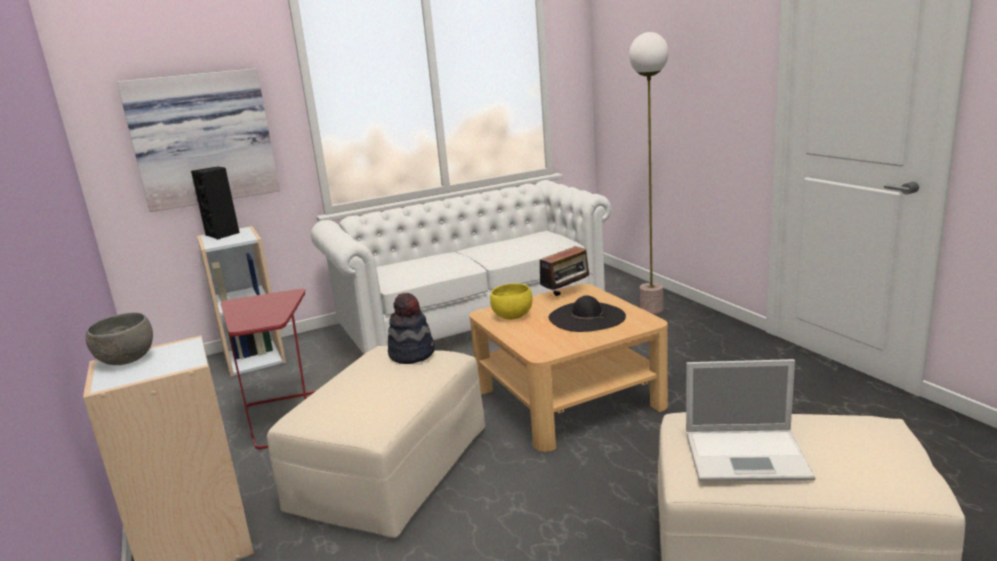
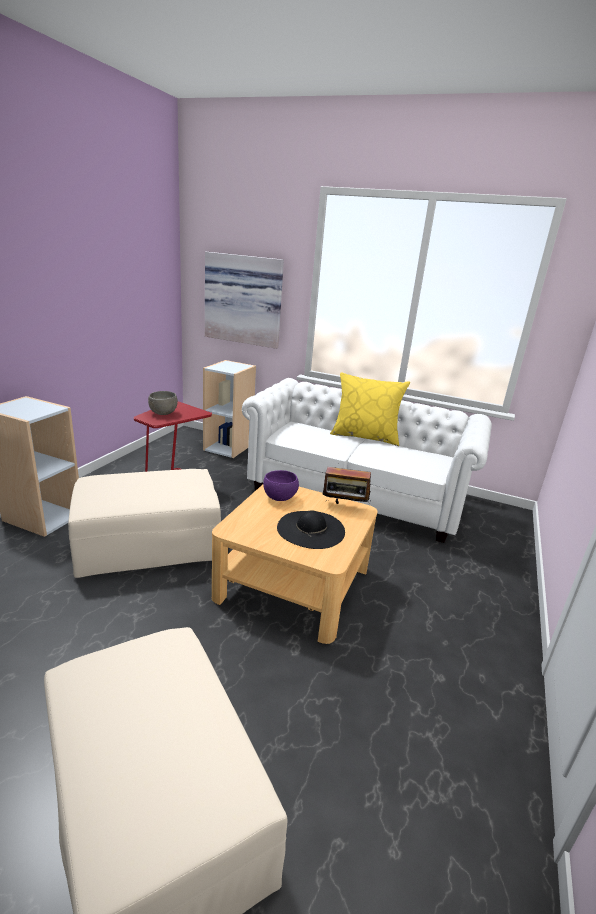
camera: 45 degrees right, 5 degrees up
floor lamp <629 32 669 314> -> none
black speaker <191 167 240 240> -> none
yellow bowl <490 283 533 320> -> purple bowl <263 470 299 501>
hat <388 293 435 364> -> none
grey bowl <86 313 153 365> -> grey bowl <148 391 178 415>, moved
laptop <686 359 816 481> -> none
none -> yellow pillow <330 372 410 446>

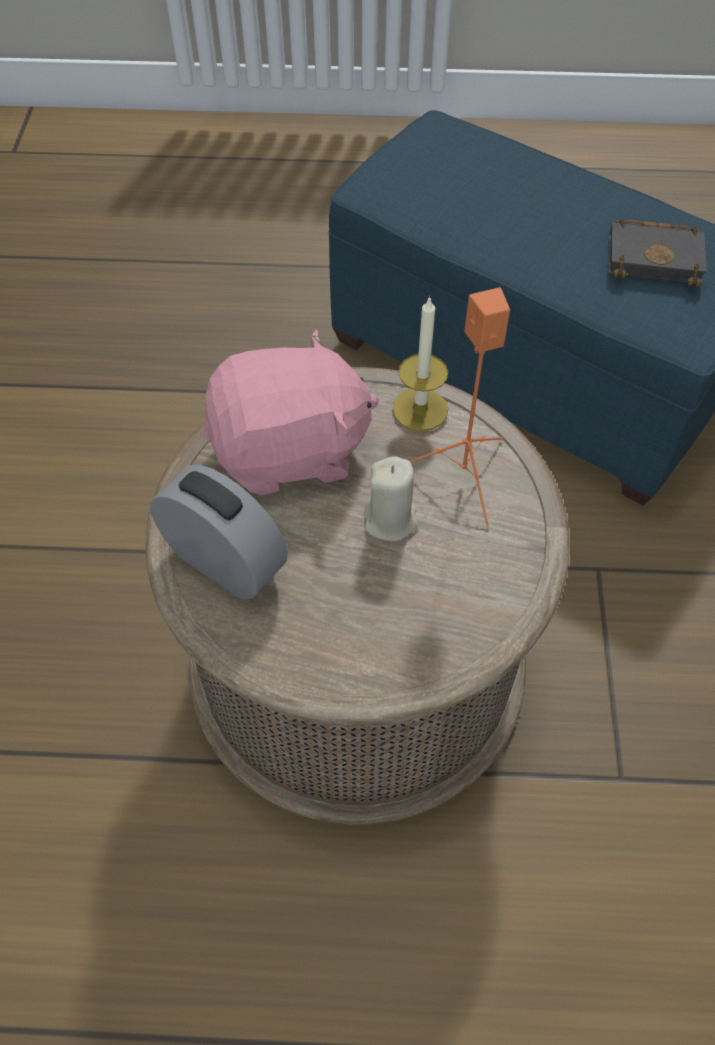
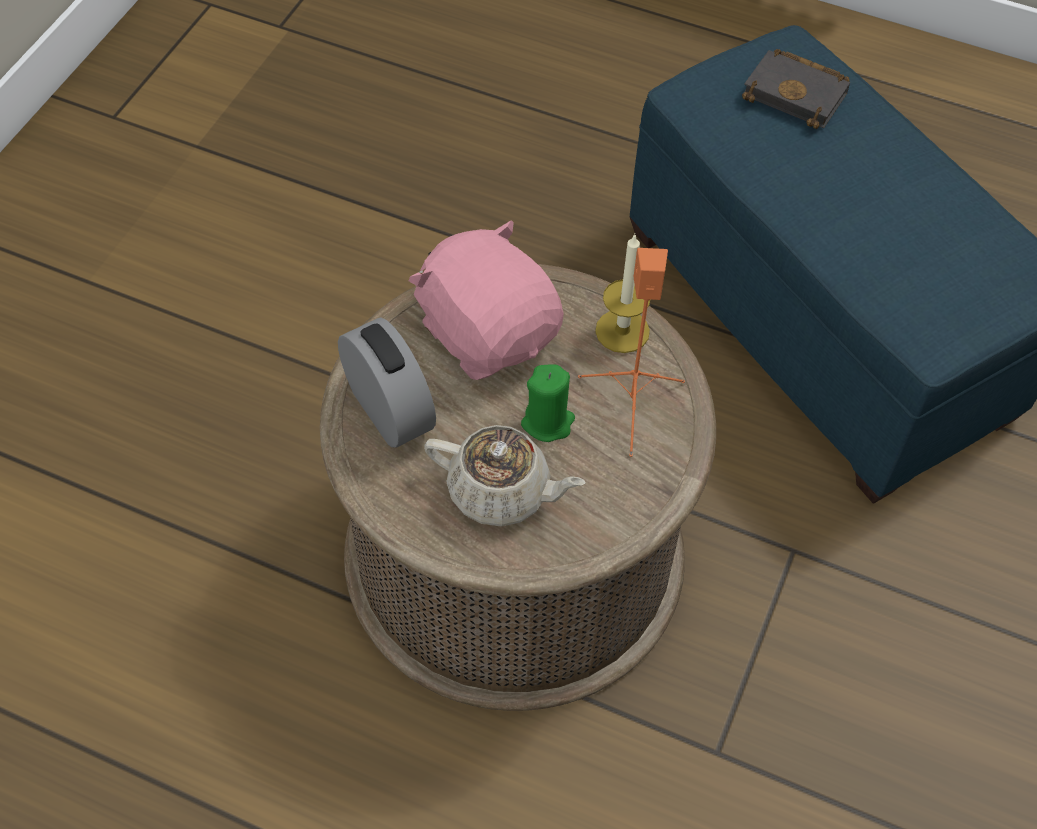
camera: 20 degrees right, 0 degrees up
black book <608 219 707 287> -> black book <742 49 850 129>, moved
pink plush toy <204 329 379 495> -> pink plush toy <408 220 564 380>, 135 degrees counterclockwise
beige candle <364 456 418 541> -> green candle <521 364 575 442>
none -> beige teapot <424 425 586 527>

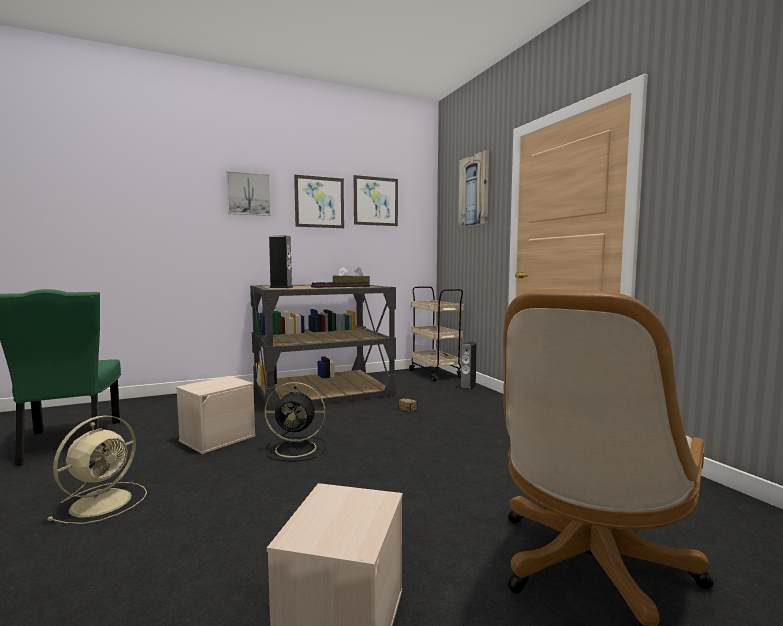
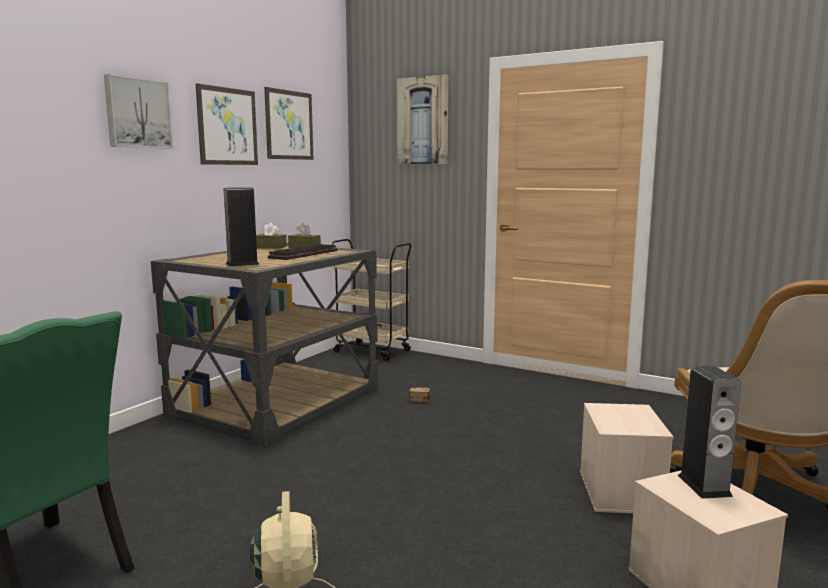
camera: 35 degrees left, 5 degrees up
speaker <459 342 477 391> -> speaker <678 366 741 499>, moved
beige storage box <176 376 256 454> -> beige storage box <580 403 673 513>, moved
black fan <264 382 327 462> -> none

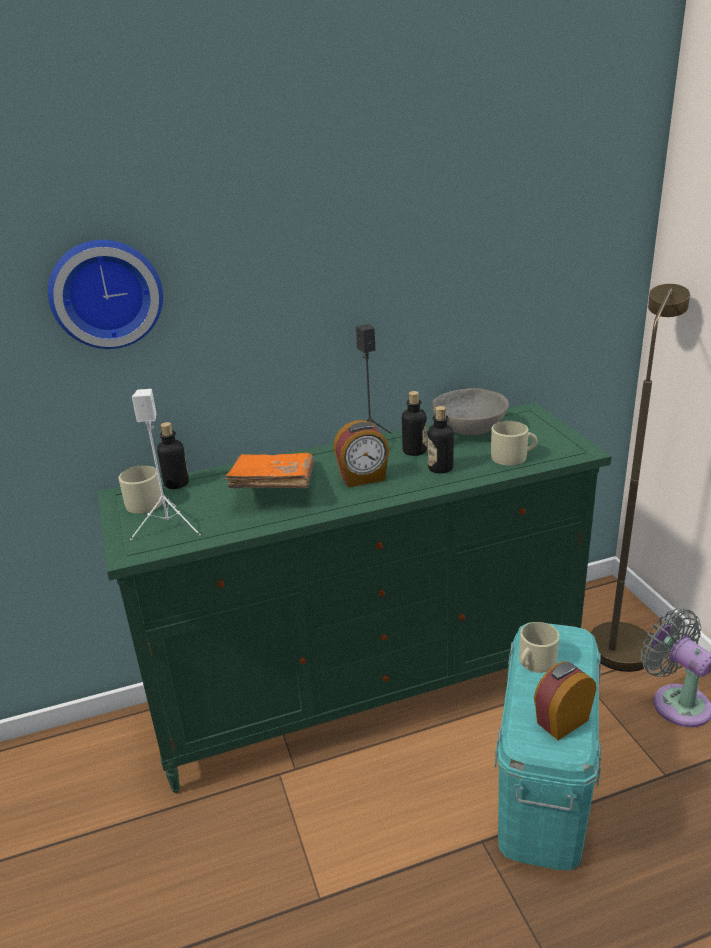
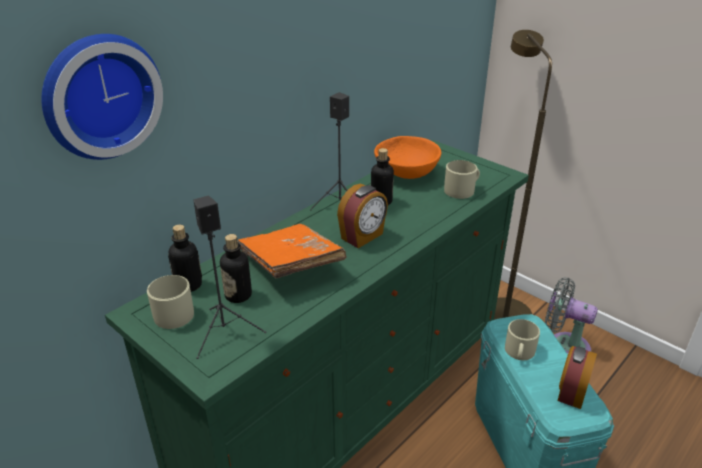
camera: 30 degrees left, 5 degrees up
grey bowl <432 388 509 435> -> orange bowl <374 136 441 179>
white speaker <130 389 201 540> -> black speaker <193 195 266 359>
bottle <427 406 454 473> -> bottle <220 234 252 303>, moved

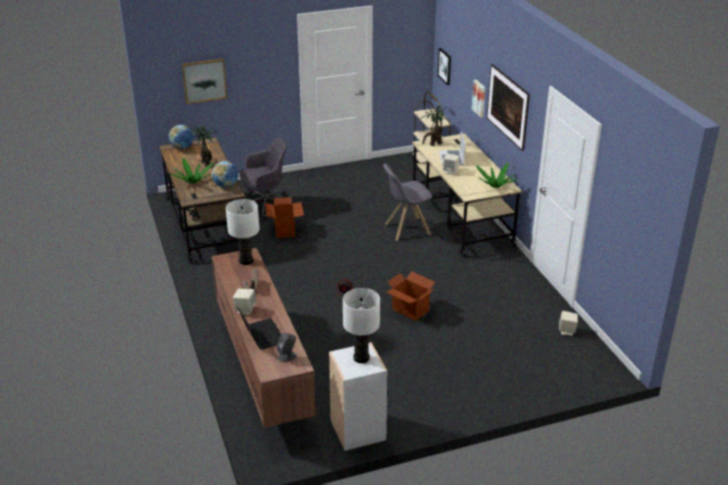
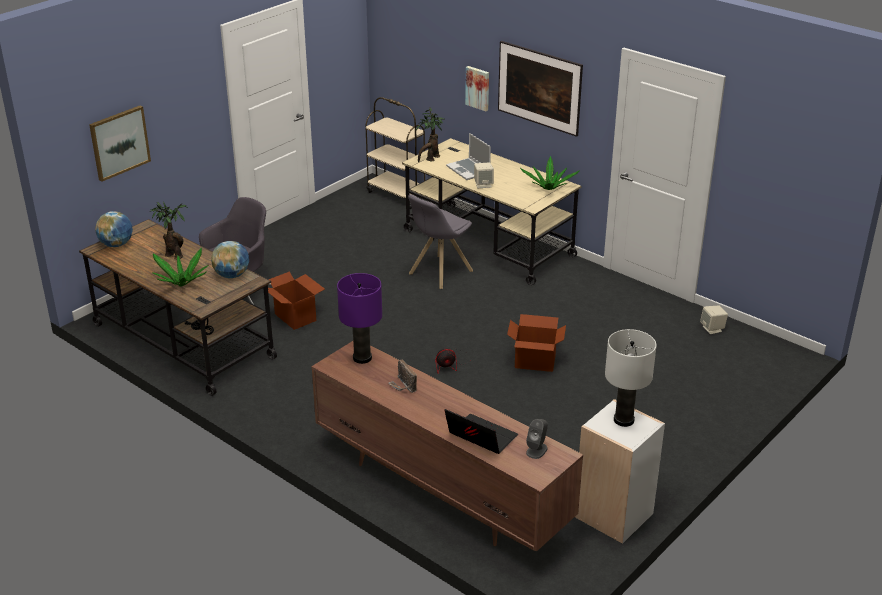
camera: 30 degrees left, 0 degrees up
picture <438 48 451 85> -> none
white table lamp <226 199 259 265> -> purple table lamp <337 273 382 364>
beige speaker <233 289 256 315> -> none

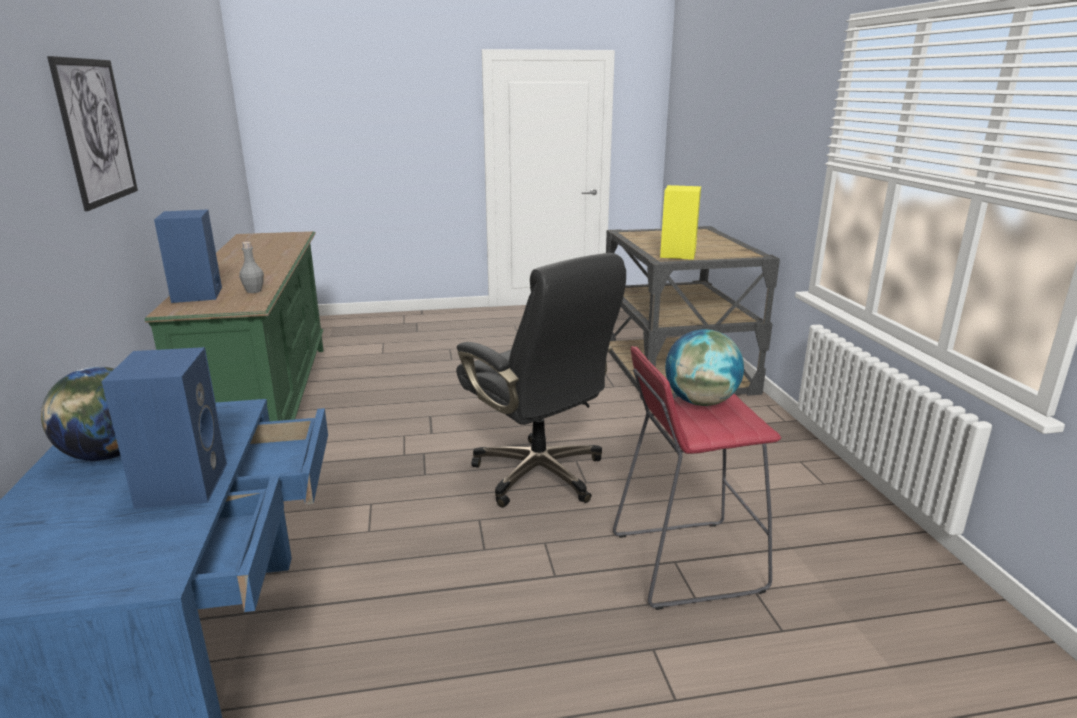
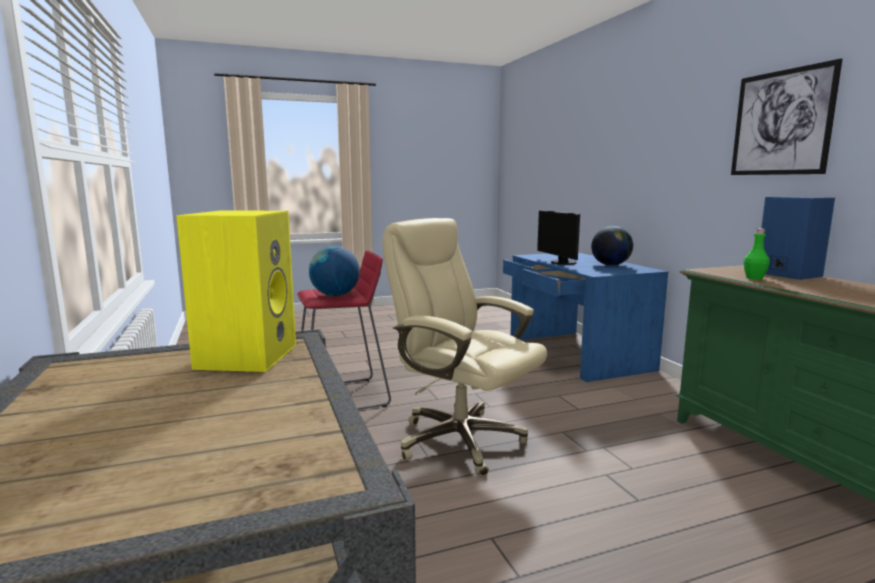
camera: 170 degrees right, 10 degrees down
grey bottle <239 242 264 293> -> green bottle <744 228 770 280>
black office chair <456 253 626 508> -> beige office chair <383 218 547 476>
blue speaker <102 347 227 509> -> monitor <537 210 580 265>

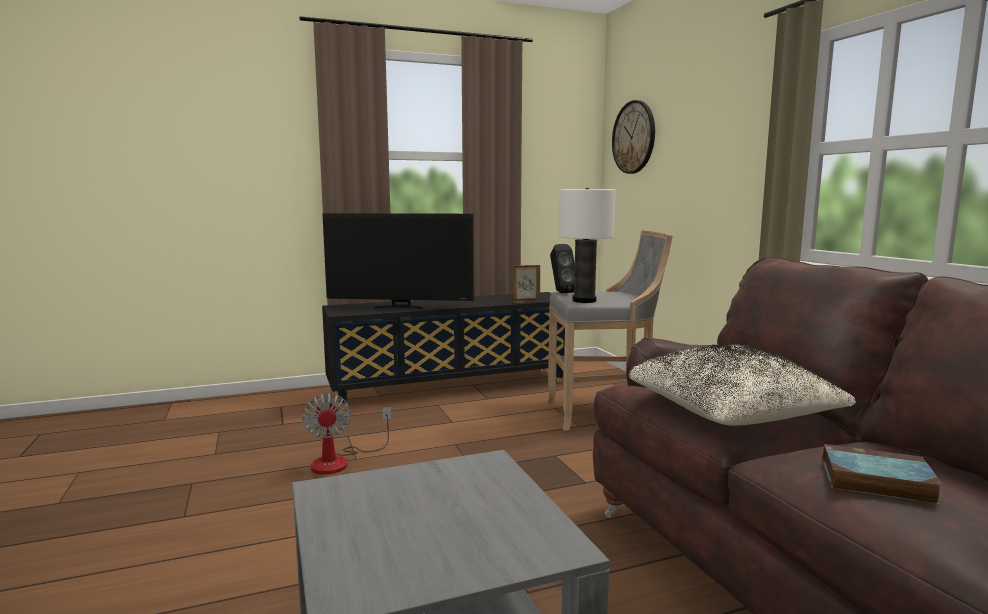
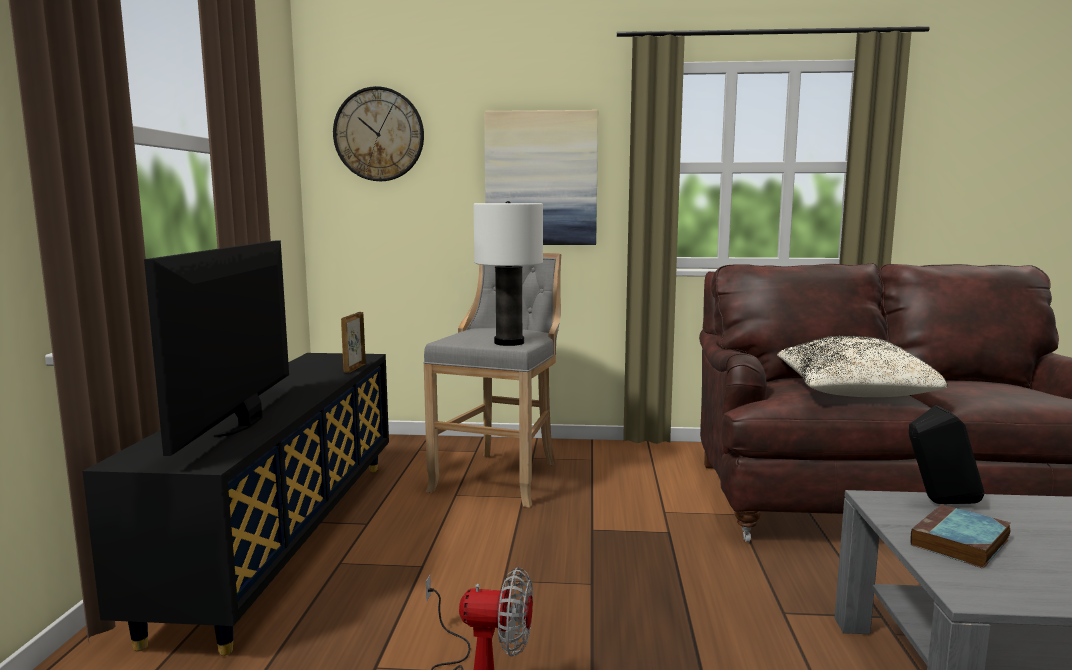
camera: 65 degrees left, 0 degrees up
television <322 213 474 309> -> television <144 240 289 456>, 150 degrees clockwise
black speaker <550 244 575 293> -> black speaker <909 405 984 504>, moved
book <823 444 943 504> -> book <910 504 1010 568>, moved
none -> picture <484 110 598 245>

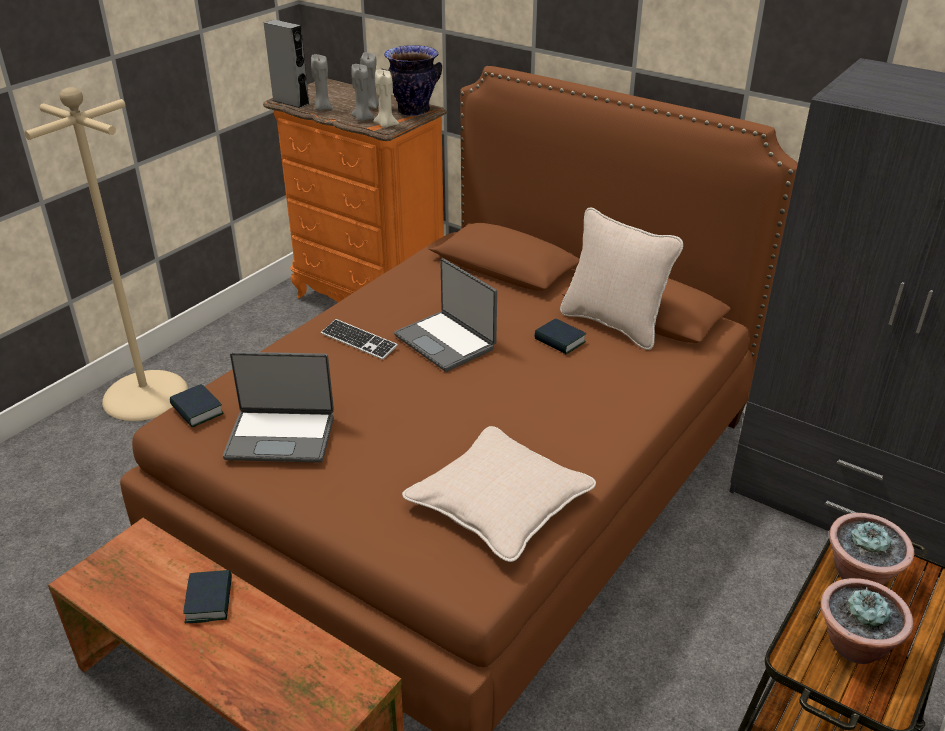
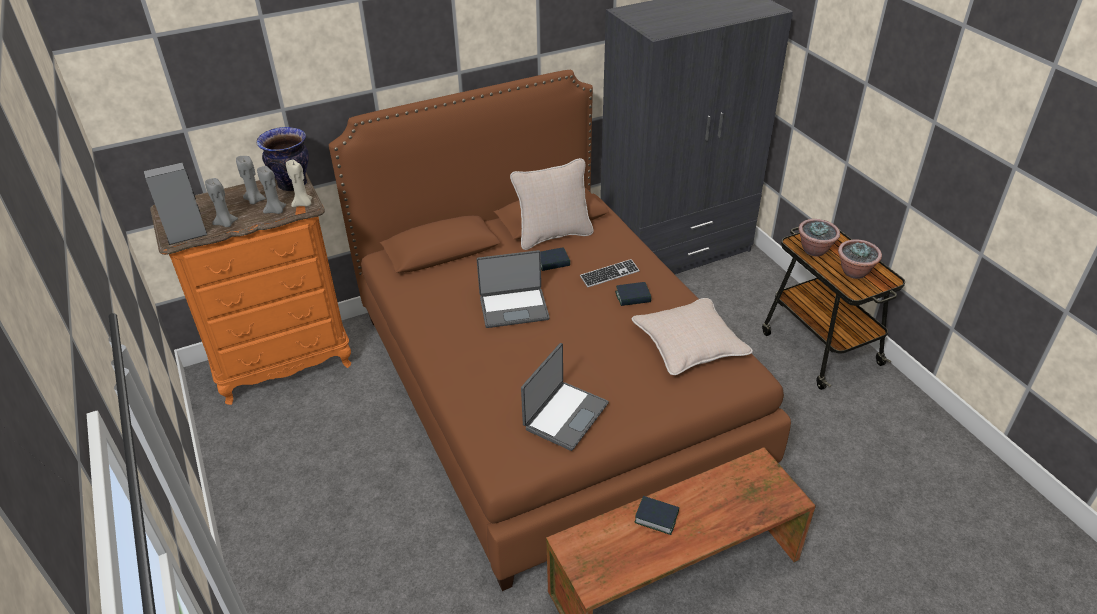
camera: 60 degrees left, 5 degrees up
beige clothes rack <24 87 188 421> -> none
keyboard <321 319 398 360> -> keyboard <580 259 640 288>, moved
book <170 384 224 427> -> book <615 282 651 306>, moved

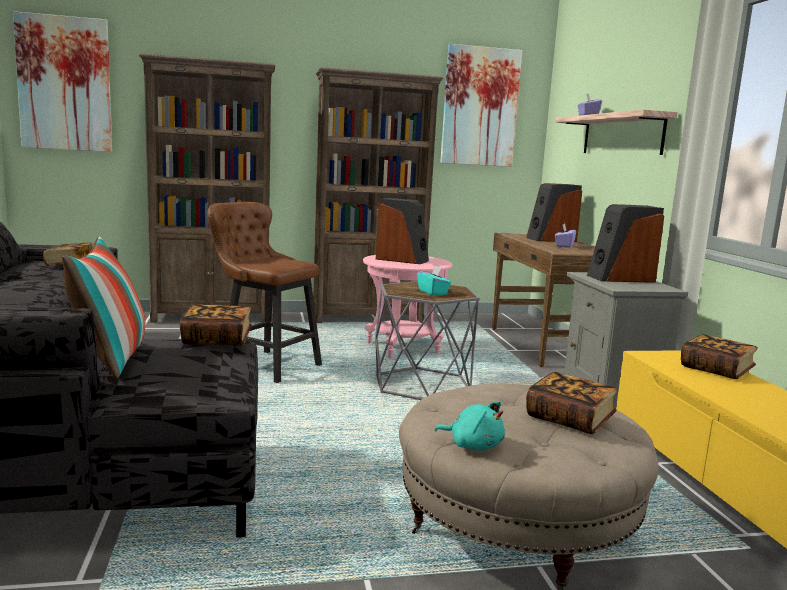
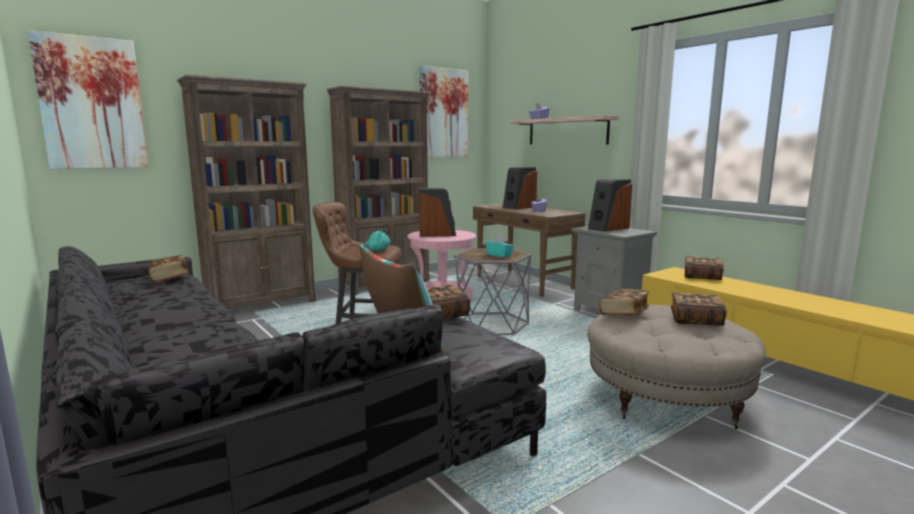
camera: 25 degrees left, 0 degrees up
turquoise plush toy <434 401 505 450> -> turquoise plush toy <358 229 390 251>, moved
none -> book <599 289 649 316>

